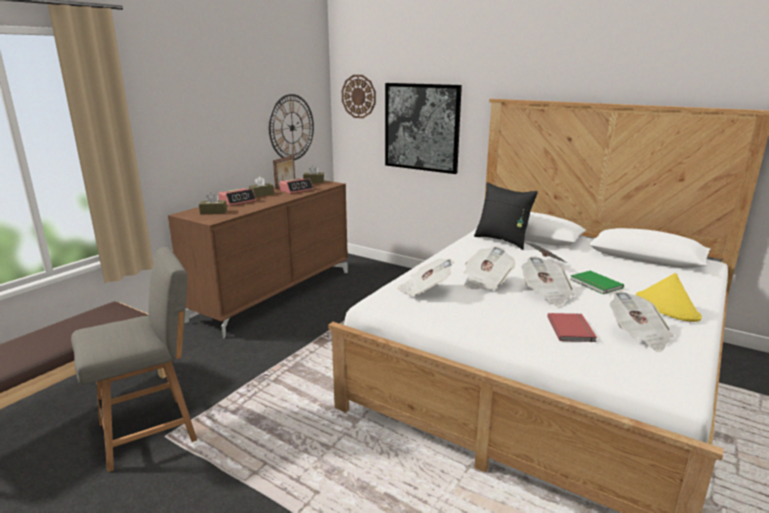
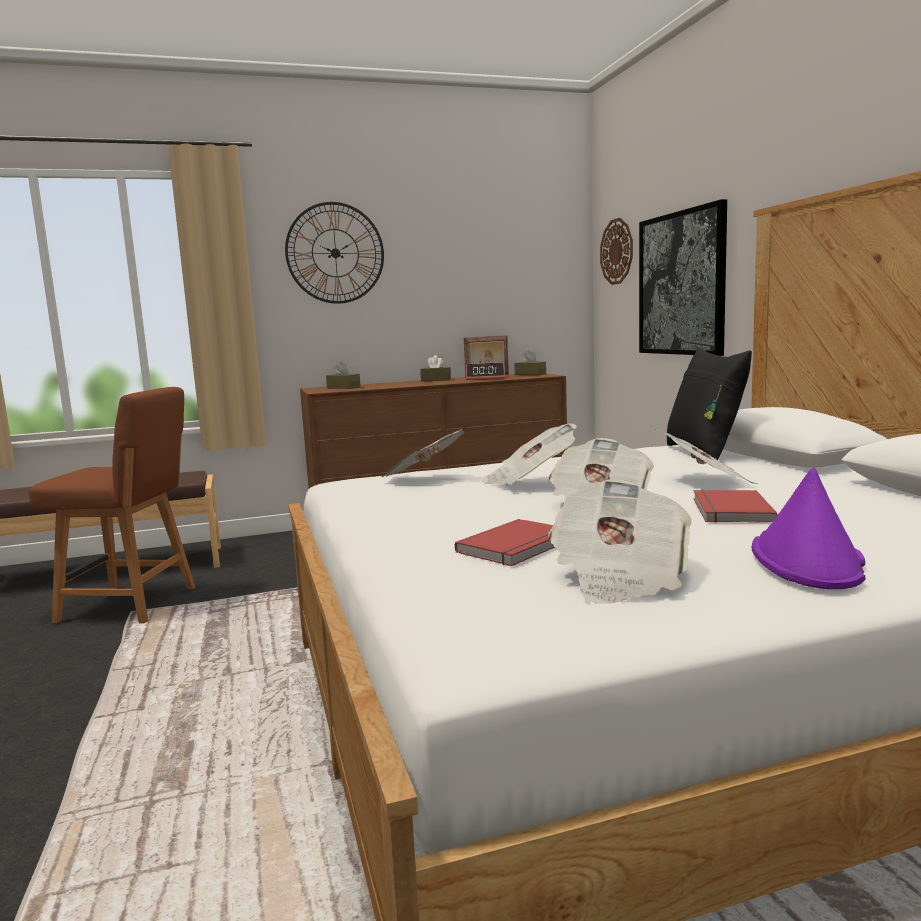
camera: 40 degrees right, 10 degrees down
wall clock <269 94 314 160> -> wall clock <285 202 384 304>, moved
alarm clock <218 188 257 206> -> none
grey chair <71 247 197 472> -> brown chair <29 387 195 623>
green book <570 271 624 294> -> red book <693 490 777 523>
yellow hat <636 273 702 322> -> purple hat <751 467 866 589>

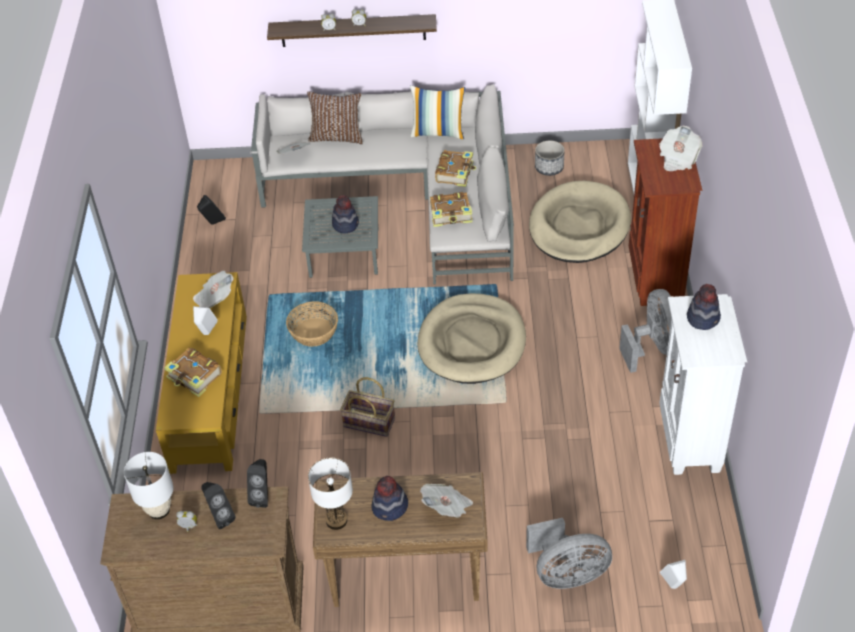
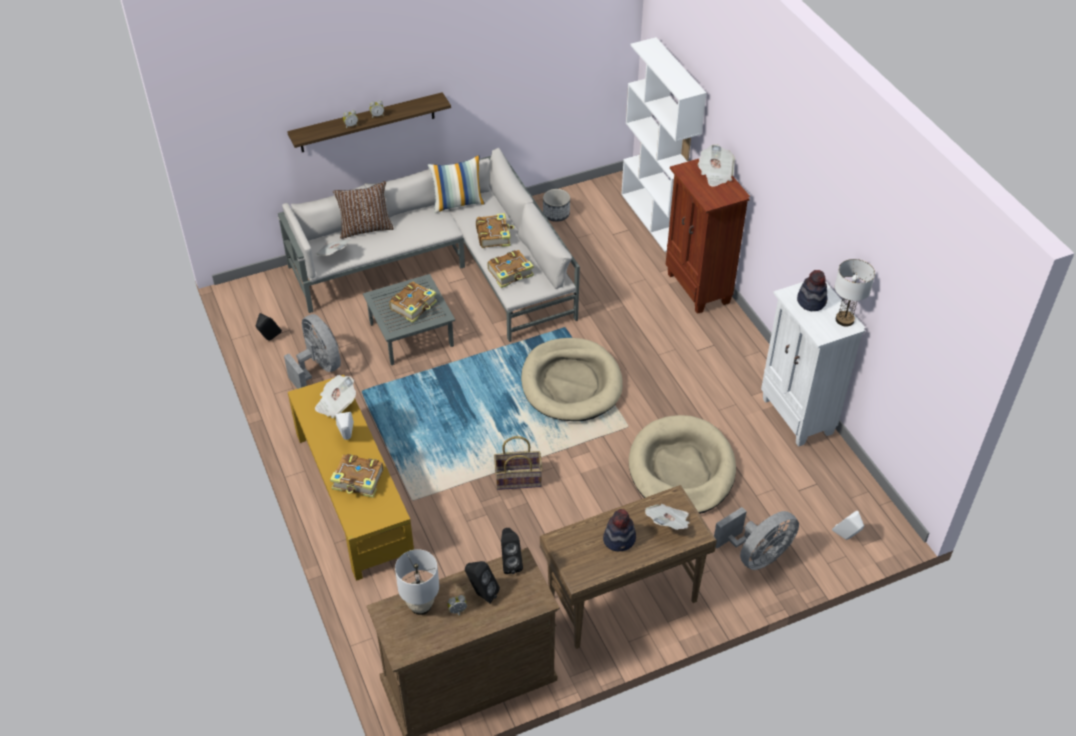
camera: 25 degrees left, 0 degrees up
beige dog bed <529 181 631 263> -> beige dog bed <629 415 736 514>, moved
hat <332 195 359 234> -> book <389 281 437 323>
grey fan <619 289 672 373> -> grey fan <284 314 341 389>, moved
basket <286 301 338 347> -> none
table lamp <308 458 353 530> -> table lamp <835 259 875 326>, moved

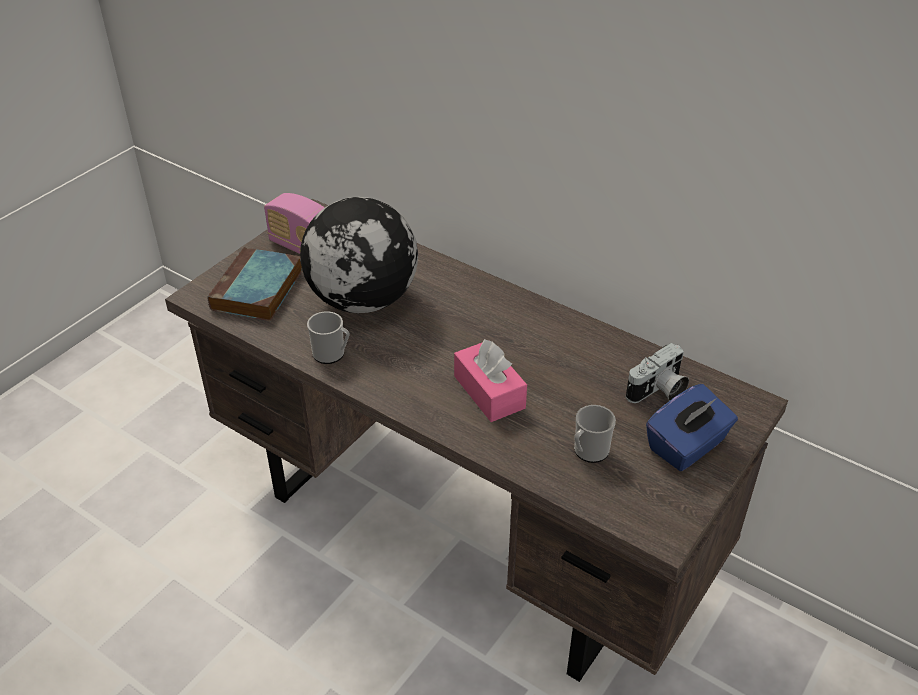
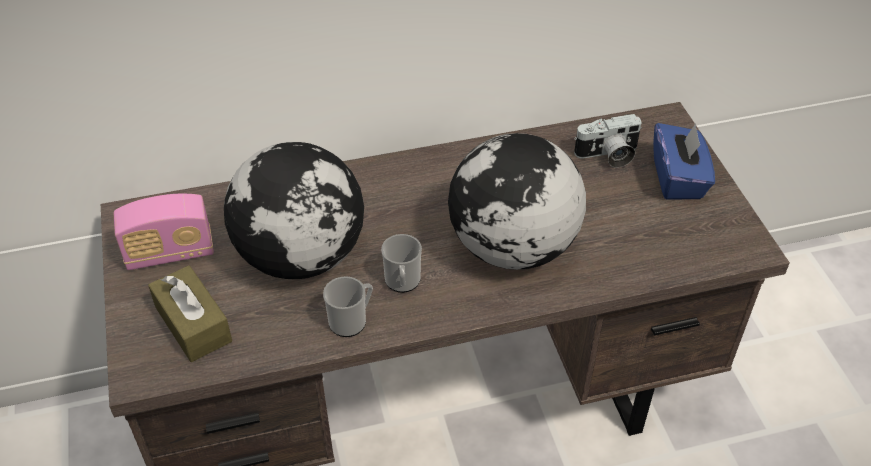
camera: 50 degrees left, 5 degrees up
book <207 247 303 321> -> brown tissue box <148 265 232 362>
pink tissue box <454 339 527 422> -> globe <448 133 586 270>
photo camera <626 343 689 403> -> photo camera <574 114 642 168>, 75 degrees clockwise
mug <574 405 616 463> -> mug <381 234 422 293>, moved

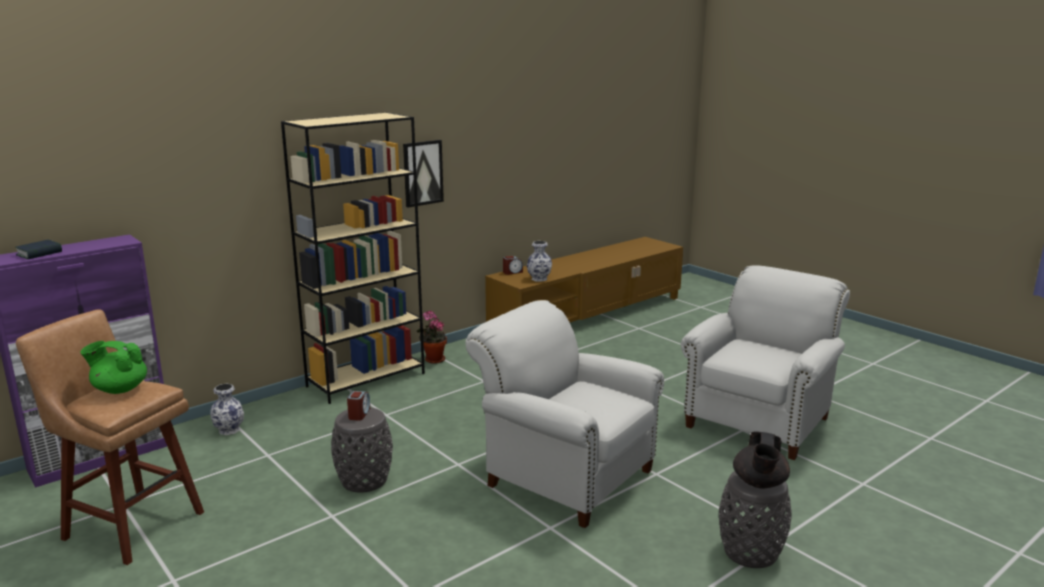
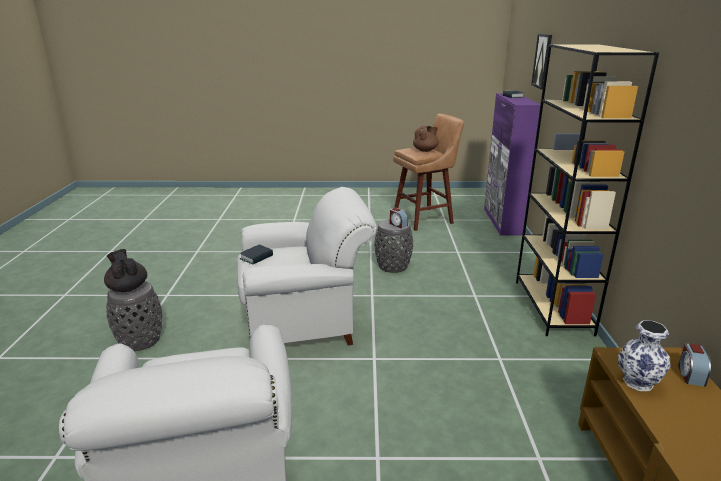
camera: 130 degrees right, 5 degrees up
picture <403 140 444 208> -> picture <531 33 552 90>, moved
potted plant <417 310 447 364> -> none
green teapot <80 341 147 394> -> brown teapot <413 126 439 152>
vase <210 383 244 435> -> none
none -> book <240 244 273 265>

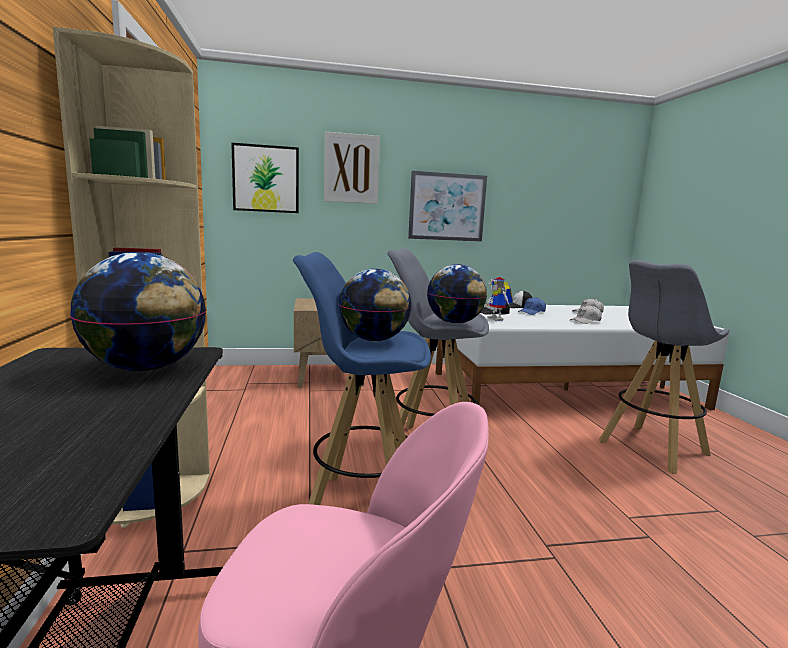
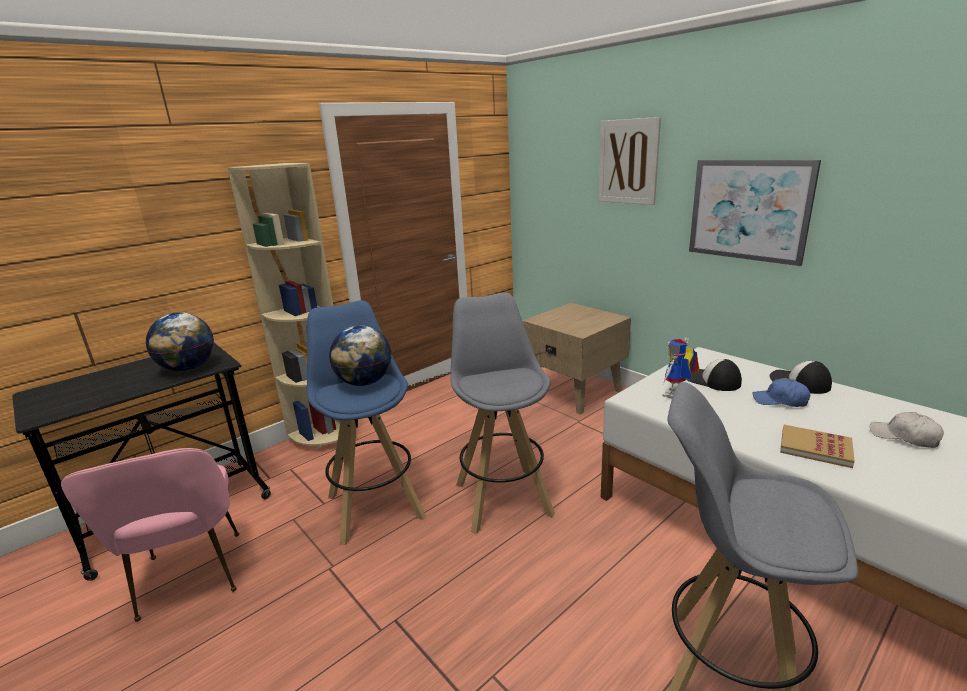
camera: 60 degrees right, 10 degrees up
picture <231 143 299 213> -> none
globe <427 264 487 324> -> none
white cap <570 305 602 324> -> book <780 425 855 468>

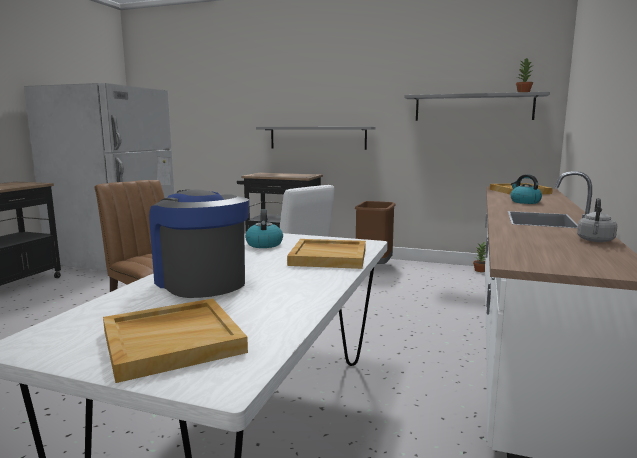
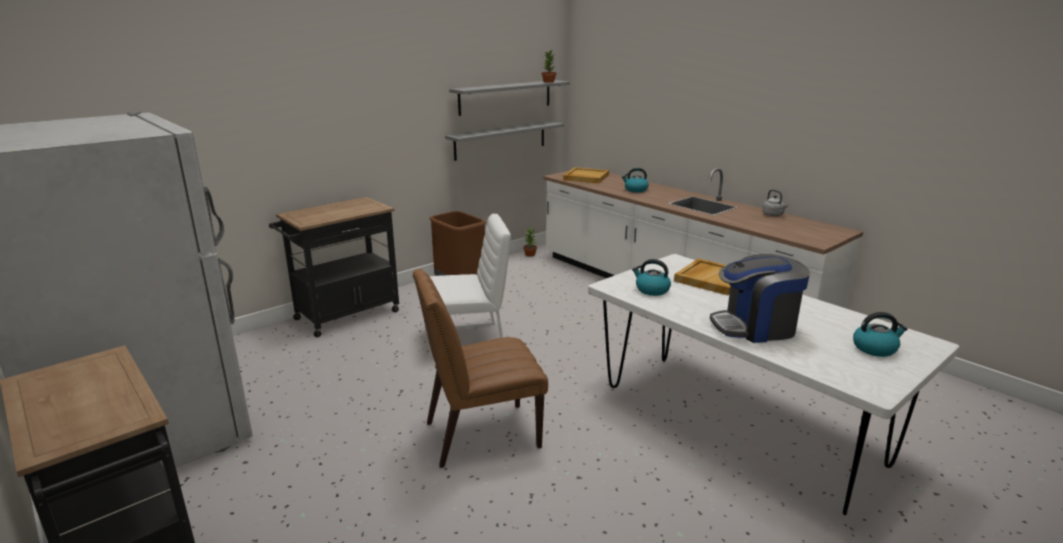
camera: 60 degrees left, 10 degrees up
grey shelf <256 127 375 150> -> grey shelf <445 121 564 161>, moved
beige tray <103 299 248 383> -> kettle <853 312 908 357>

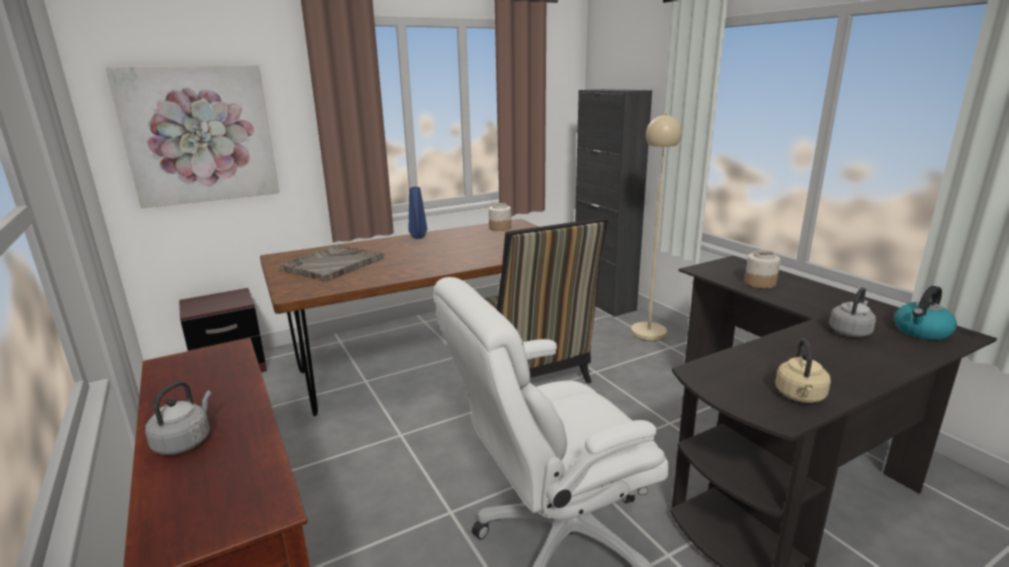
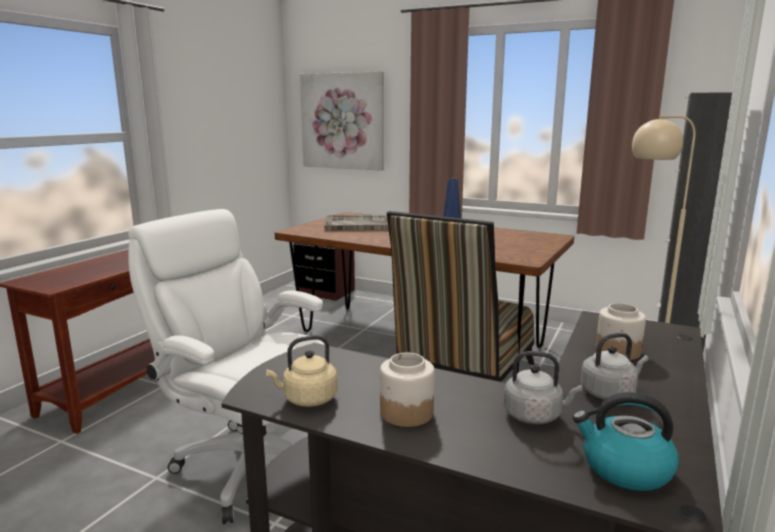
camera: 55 degrees right, 5 degrees down
jar <489 203 511 231> -> jar <380 353 435 427>, moved
grey kettle <145 381 212 455> -> grey kettle <580 333 649 400>, moved

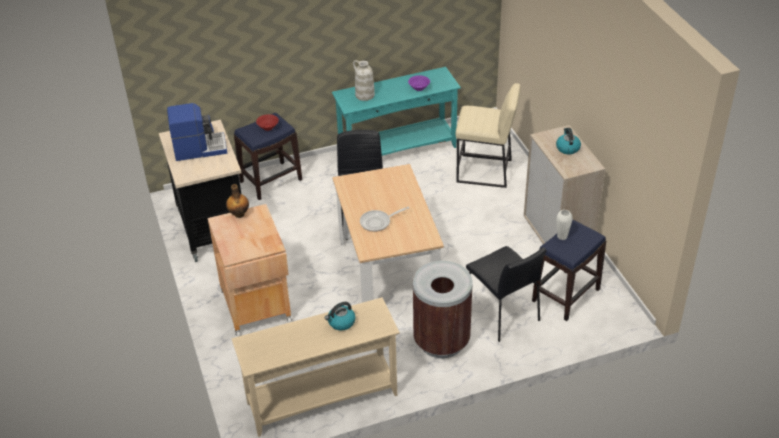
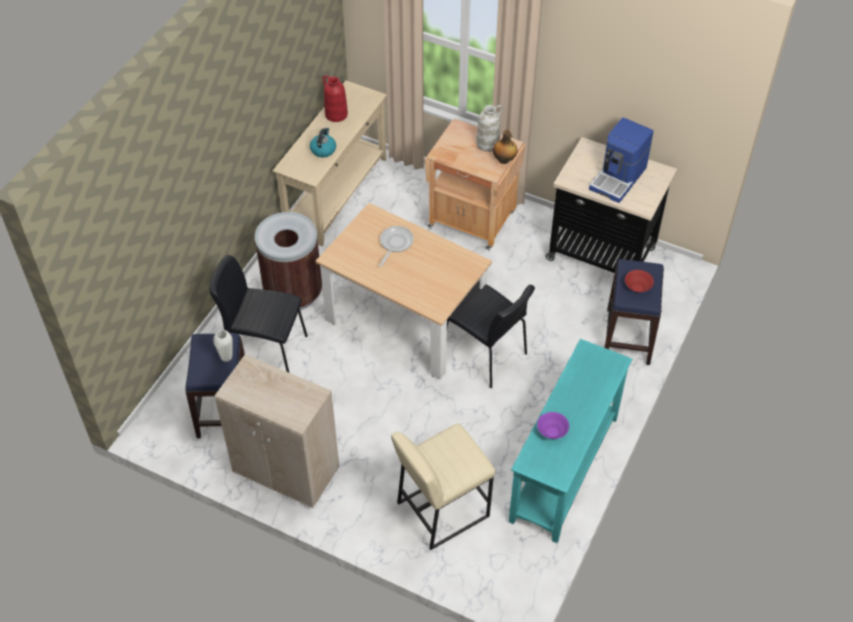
camera: 135 degrees right, 10 degrees up
white vase <353 60 375 101> -> white vase <476 105 503 152>, moved
kettle <556 128 581 154> -> none
none -> red vase <322 75 348 122>

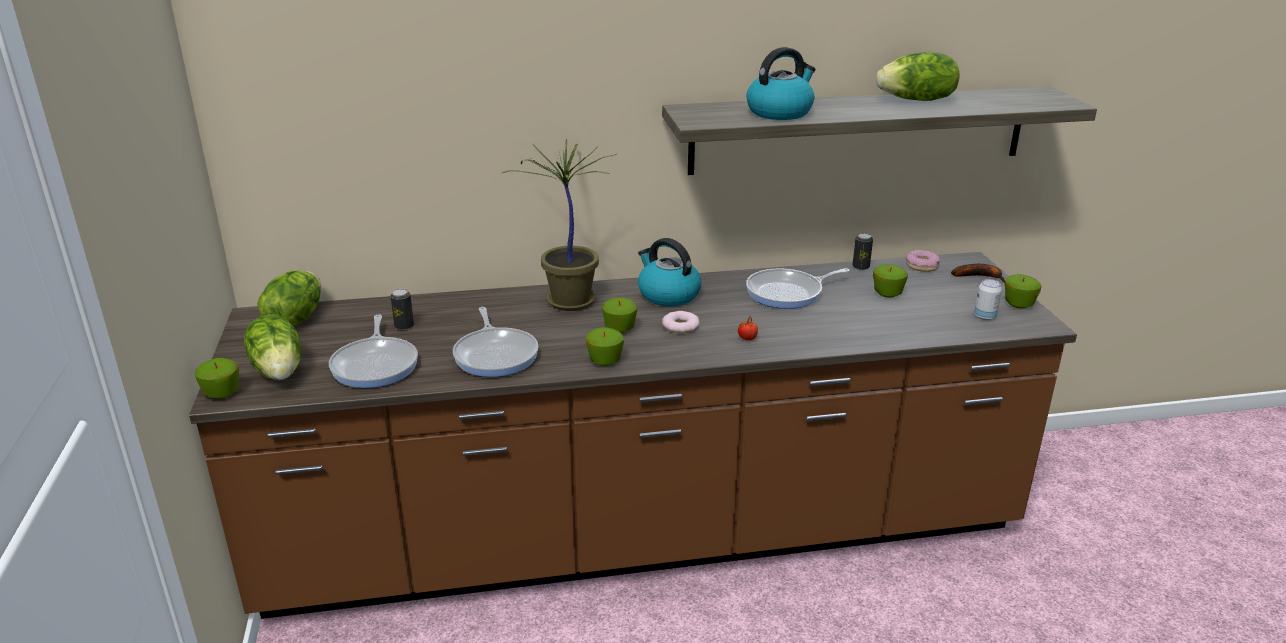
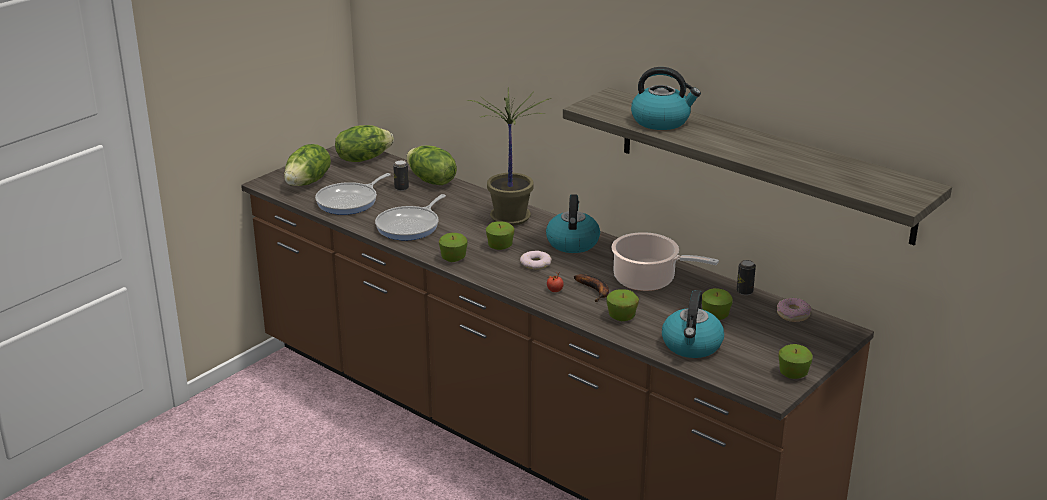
camera: 50 degrees right, 0 degrees up
lettuce <876 52 960 101> -> lettuce <406 146 457 185>, moved
banana <951 264 1005 283> -> banana <574 274 609 302>, moved
frying pan <746 268 850 309> -> cooking pot <611 232 719 291>
can <974 279 1002 320> -> none
apple <195 358 239 398> -> apple <606 289 639 321>, moved
none -> kettle <662 290 724 358>

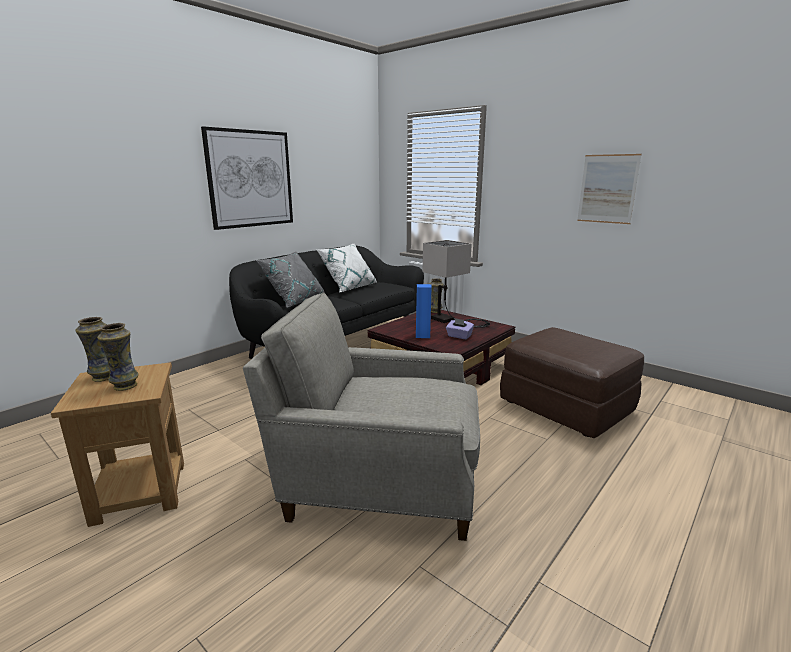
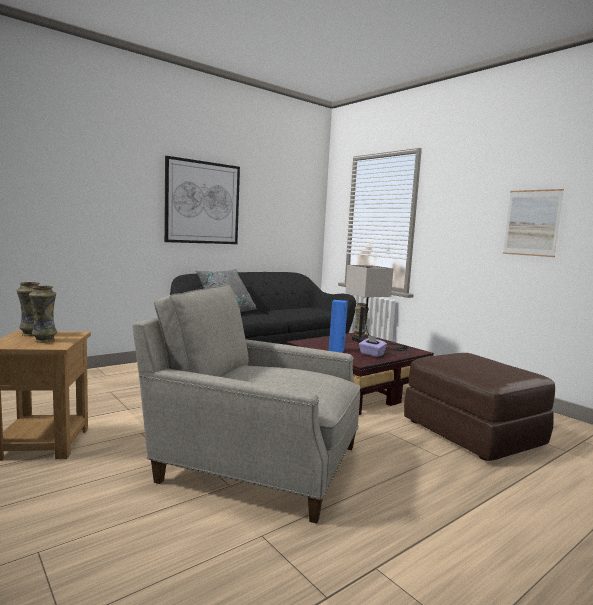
camera: 10 degrees right, 10 degrees down
white pillow <316 244 377 293> -> none

